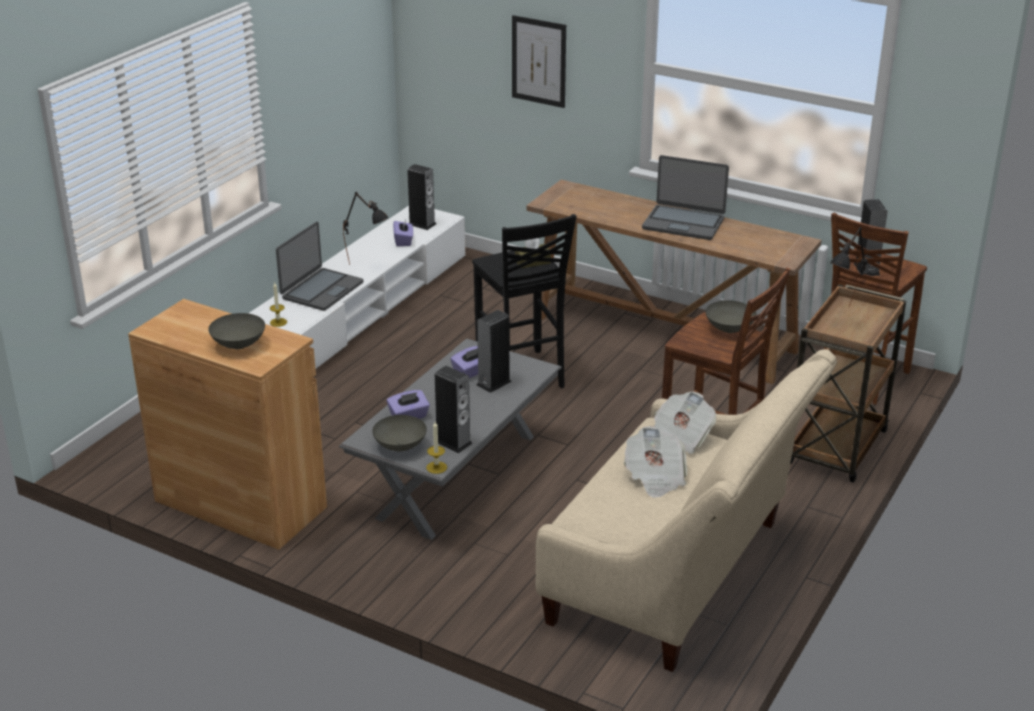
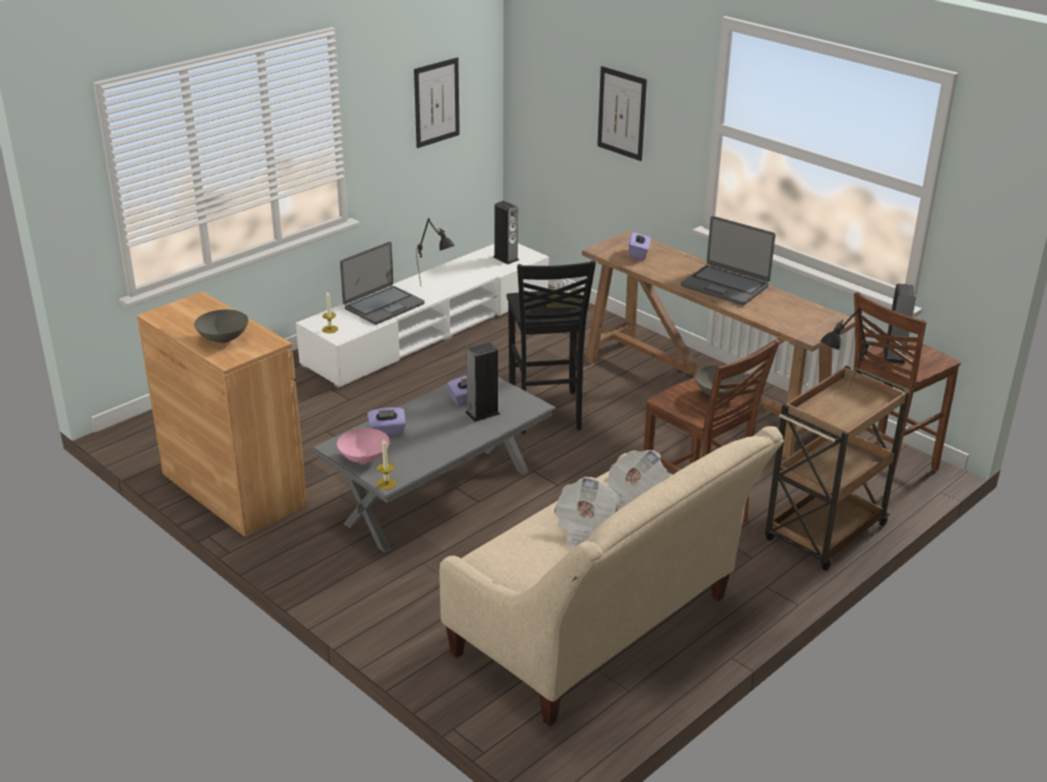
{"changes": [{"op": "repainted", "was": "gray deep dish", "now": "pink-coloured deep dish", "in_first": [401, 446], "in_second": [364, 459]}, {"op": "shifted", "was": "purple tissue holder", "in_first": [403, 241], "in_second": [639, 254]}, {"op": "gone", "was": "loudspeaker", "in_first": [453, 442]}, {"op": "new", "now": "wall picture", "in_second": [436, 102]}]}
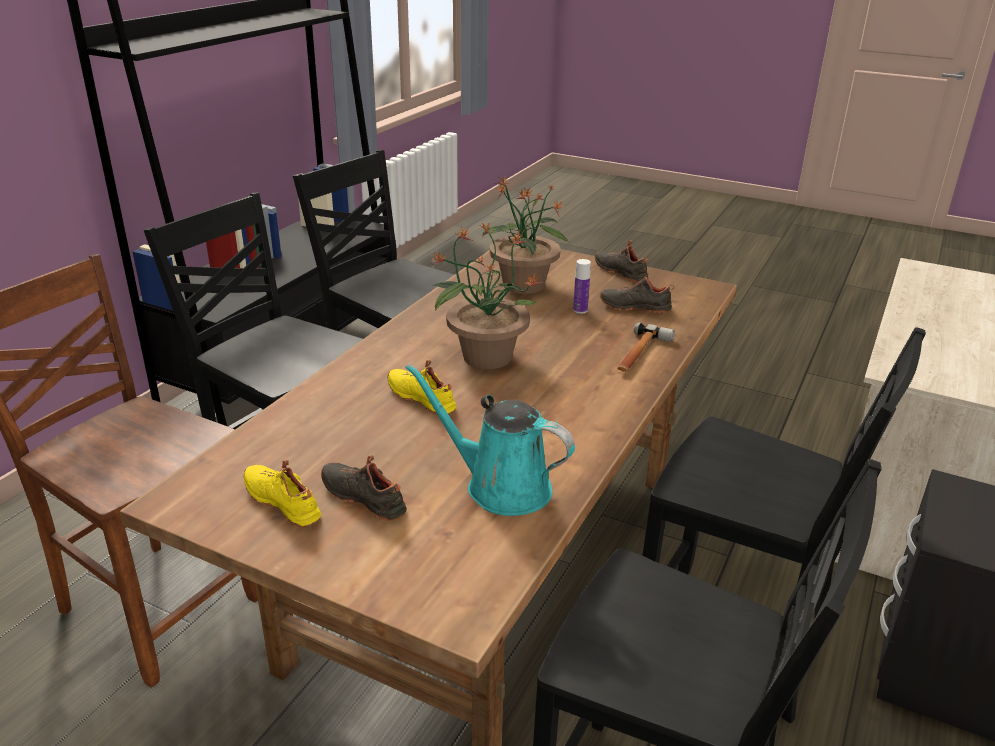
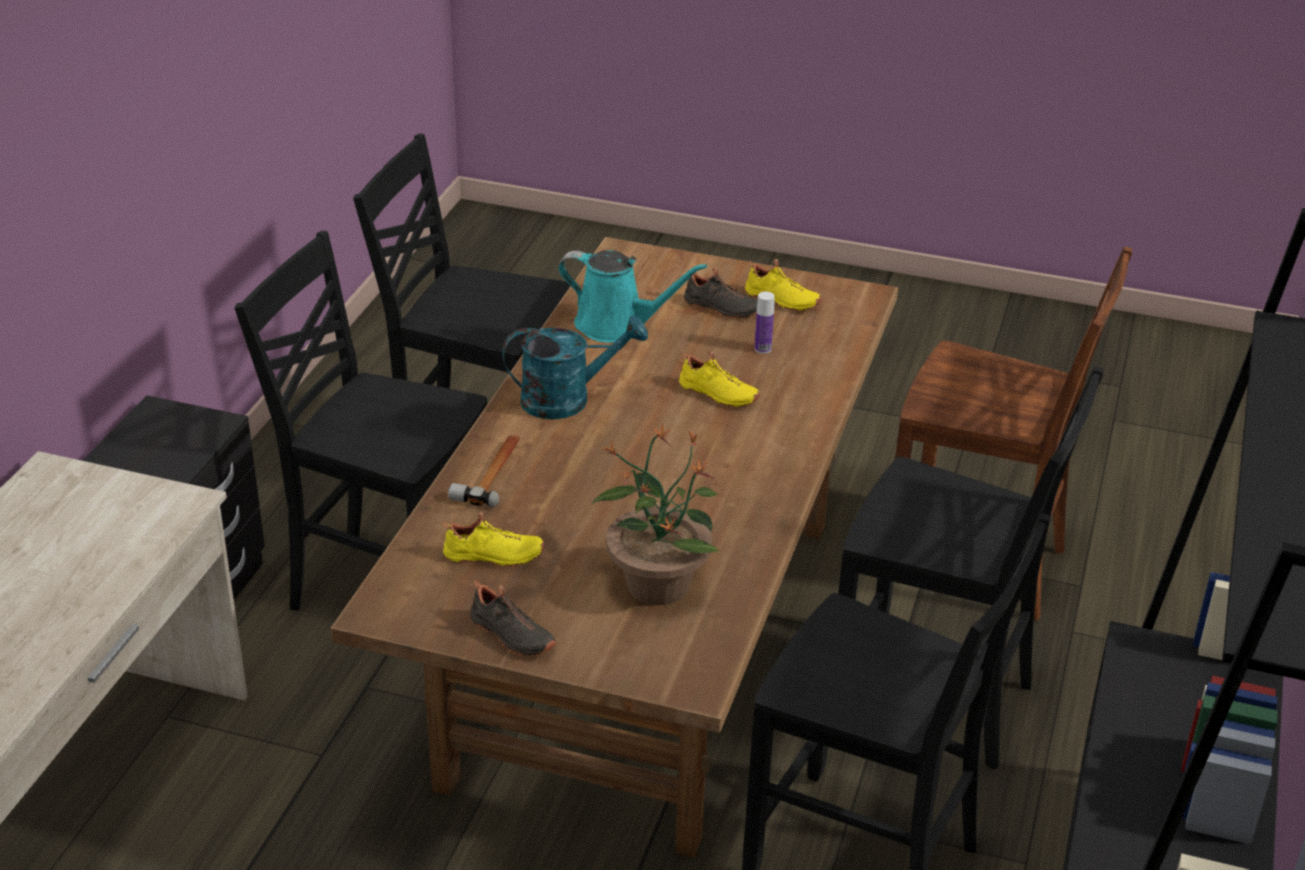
{"changes": [{"op": "gone", "was": "houseplant", "in_first": [486, 356]}, {"op": "shifted", "was": "bottle", "in_first": [580, 310], "in_second": [762, 349]}, {"op": "repainted", "was": "black-coloured shoe", "now": "yellow shoe", "in_first": [635, 306], "in_second": [493, 557]}, {"op": "new", "now": "blue-green sprinkling can", "in_second": [568, 399]}]}
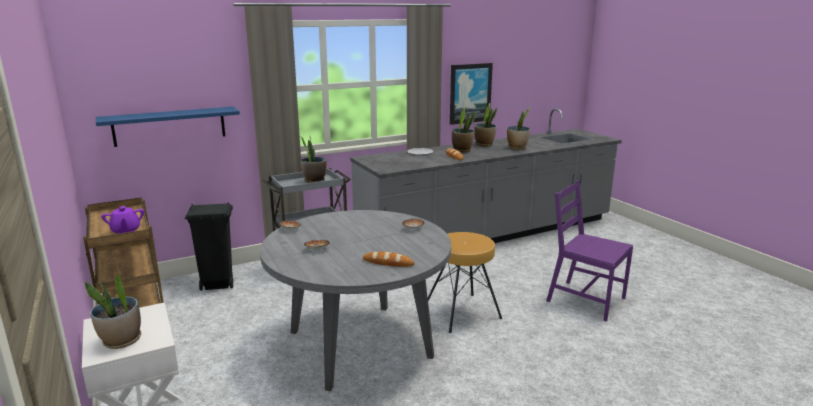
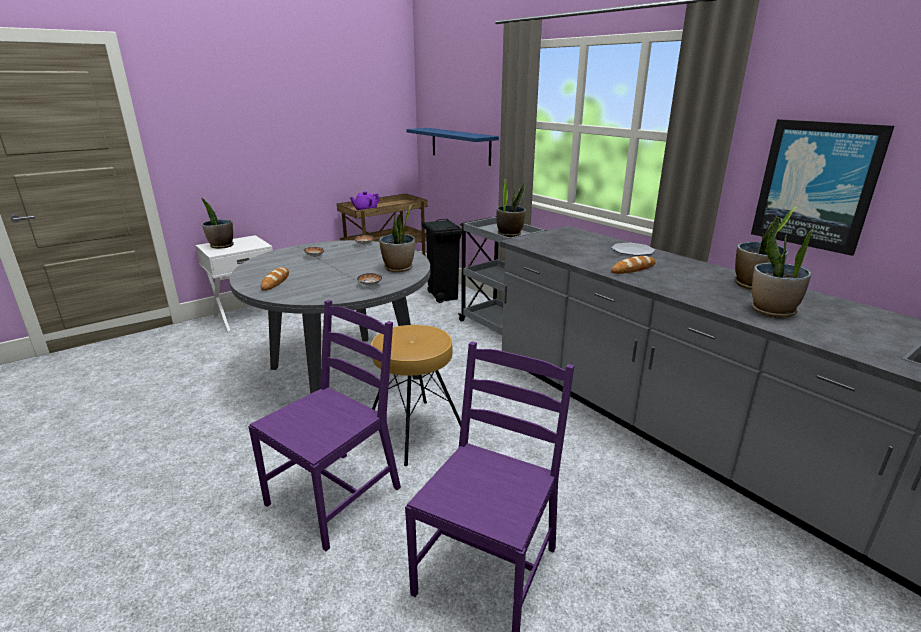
{"changes": [{"op": "shifted", "was": "houseplant", "in_first": [462, 150], "in_second": [398, 268]}, {"op": "new", "now": "purple chair", "in_second": [335, 495]}]}
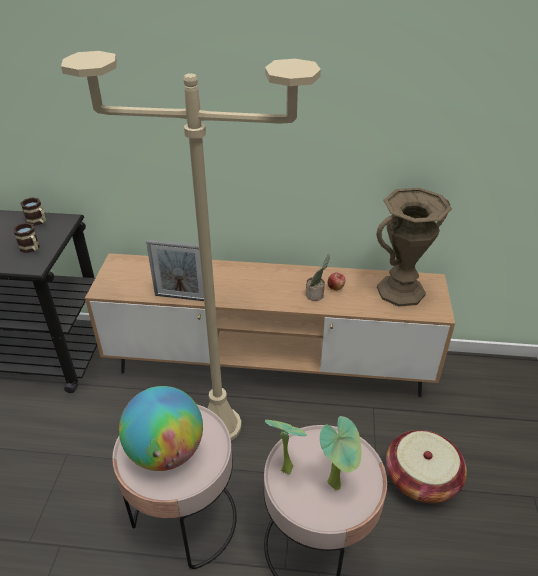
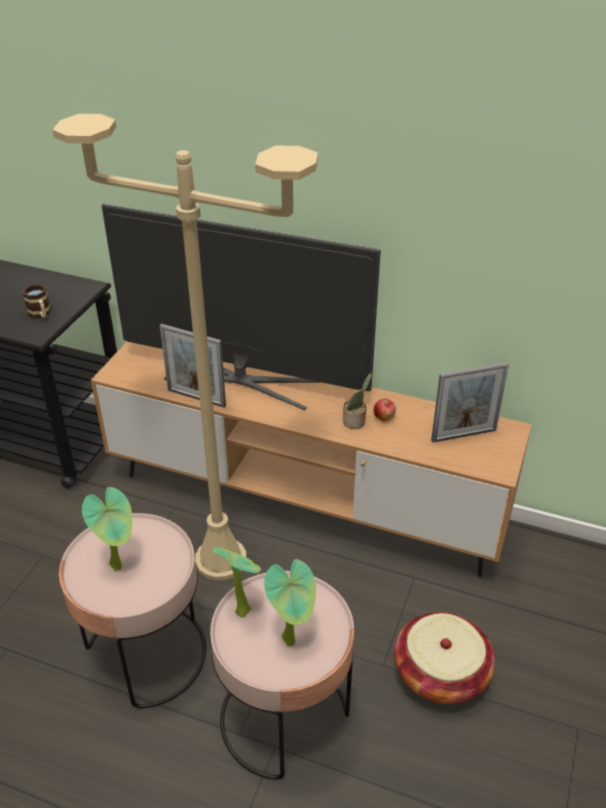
{"changes": [{"op": "gone", "was": "tea mug", "in_first": [38, 222]}, {"op": "swapped", "was": "desk globe", "now": "houseplant", "in_first": [166, 452], "in_second": [119, 565]}, {"op": "swapped", "was": "brown decorative vase", "now": "picture frame", "in_first": [400, 291], "in_second": [463, 435]}, {"op": "new", "now": "TV set", "in_second": [243, 379]}]}
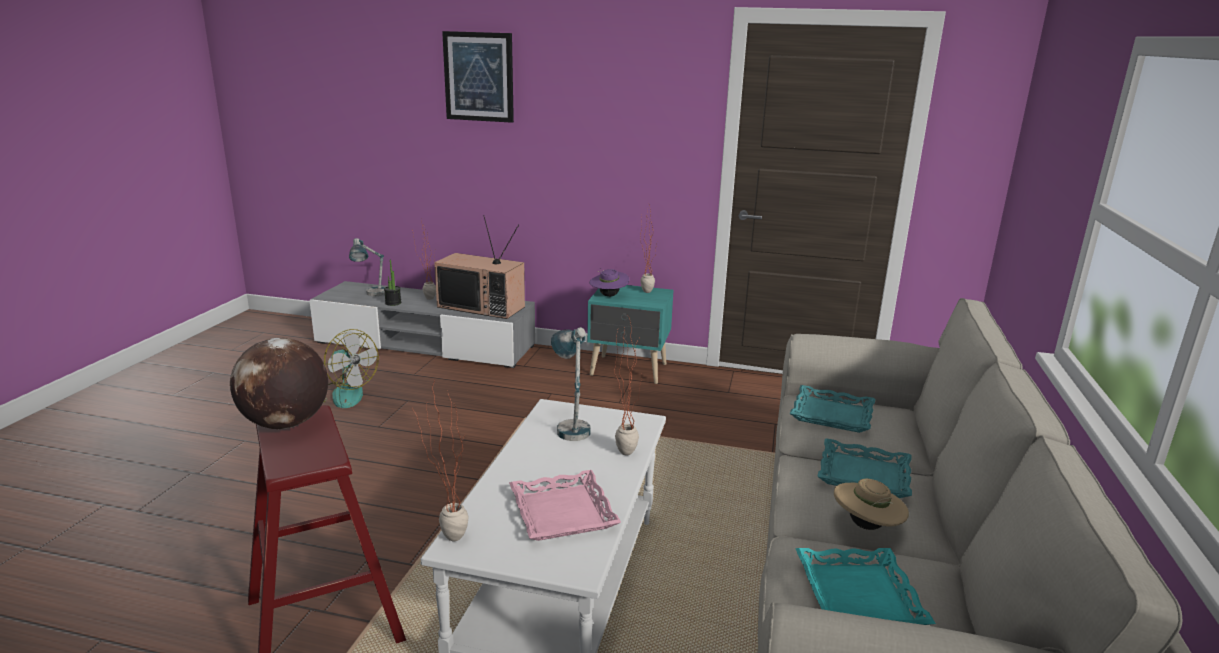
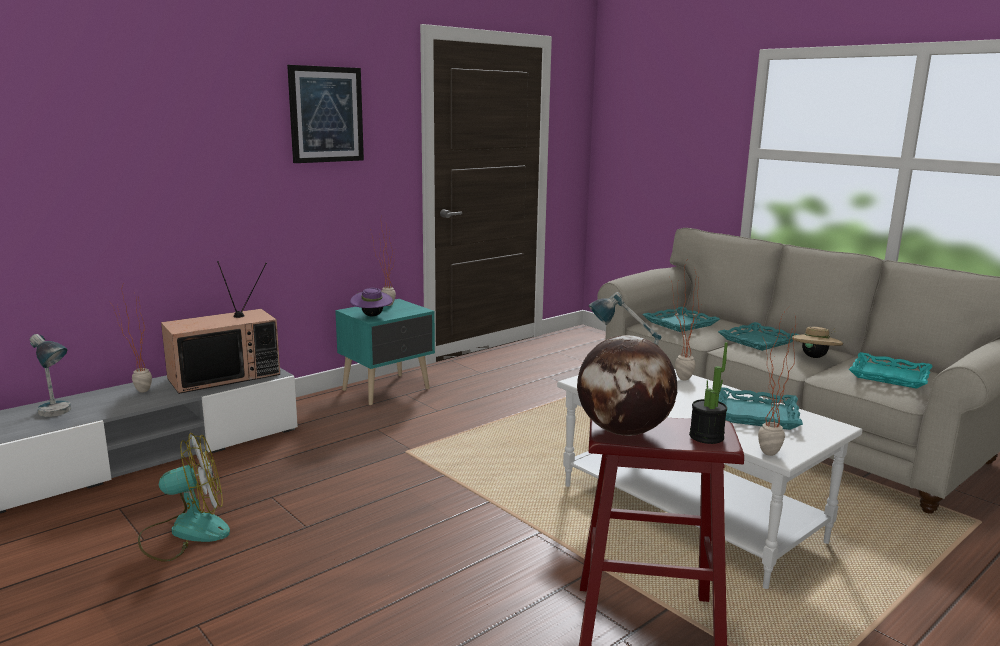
{"changes": [{"op": "shifted", "was": "houseplant", "in_first": [393, 303], "in_second": [706, 437]}, {"op": "shifted", "was": "wall picture", "in_first": [479, 77], "in_second": [326, 114]}, {"op": "repainted", "was": "pink-coloured serving tray", "now": "blue-green serving tray", "in_first": [563, 512], "in_second": [756, 414]}]}
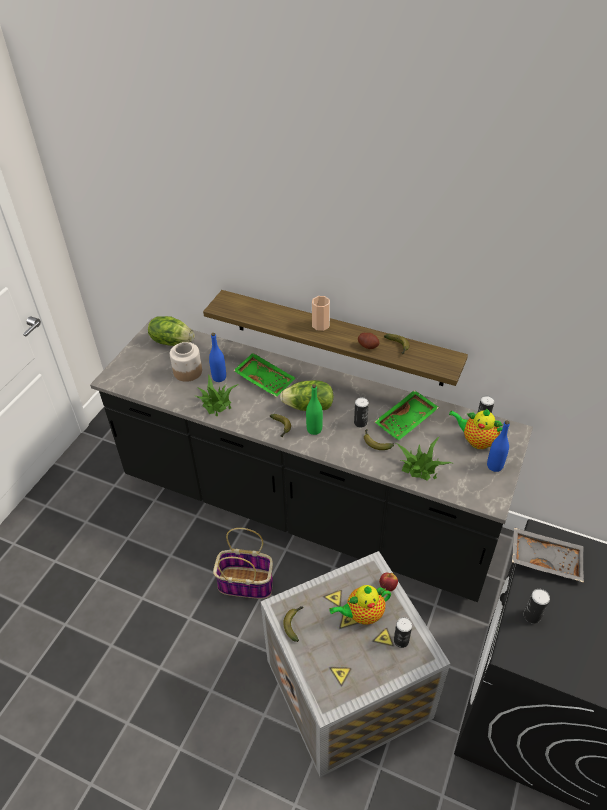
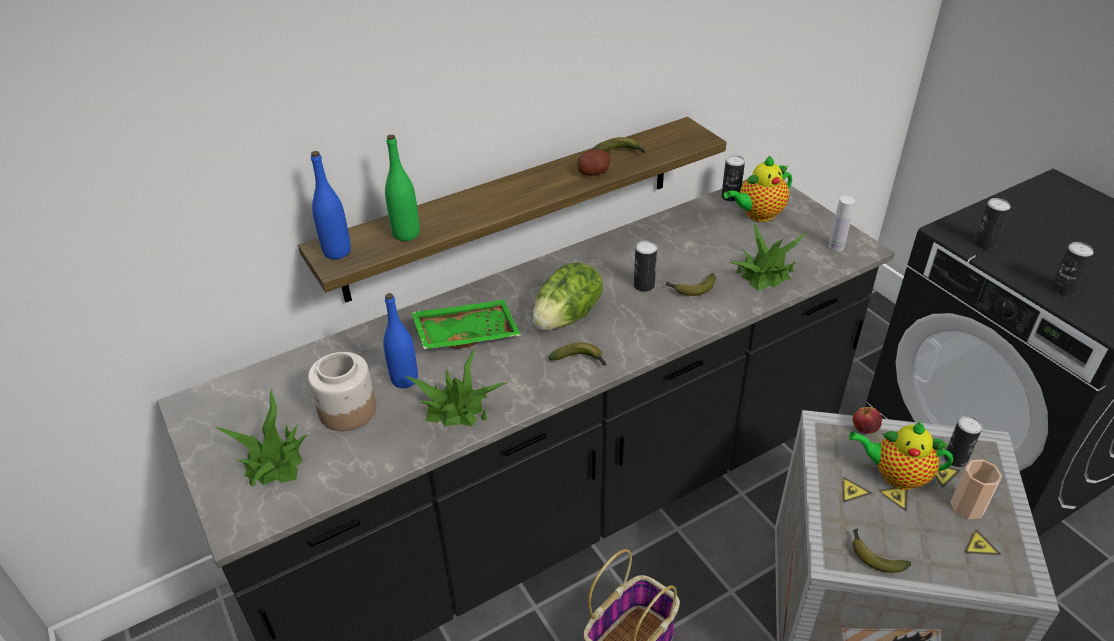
{"changes": [{"op": "gone", "was": "lettuce", "in_first": [172, 341]}, {"op": "shifted", "was": "greenish bottle", "in_first": [314, 429], "in_second": [406, 234]}, {"op": "shifted", "was": "small cup", "in_first": [320, 325], "in_second": [967, 506]}, {"op": "rotated", "was": "pot for tea", "in_first": [362, 614], "in_second": [896, 475], "clockwise": 90}, {"op": "gone", "was": "greenish serving tray", "in_first": [406, 421]}, {"op": "shifted", "was": "blue bottle", "in_first": [494, 466], "in_second": [337, 252]}, {"op": "swapped", "was": "gray serving tray", "now": "metal can", "in_first": [545, 558], "in_second": [984, 244]}, {"op": "new", "now": "houseplant", "in_second": [274, 459]}, {"op": "new", "now": "whitish bottle", "in_second": [836, 247]}]}
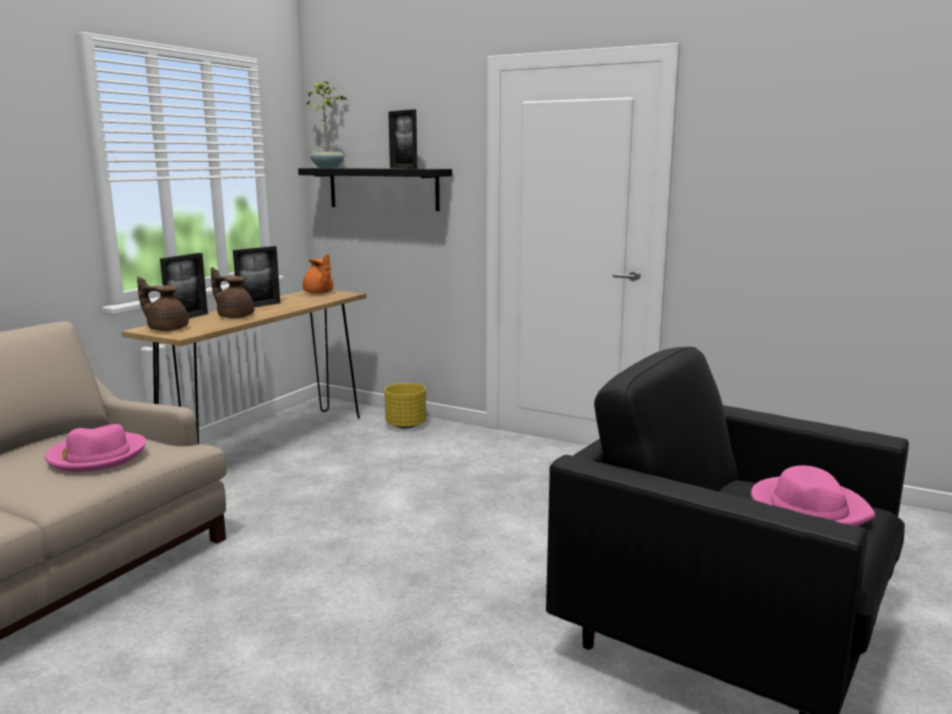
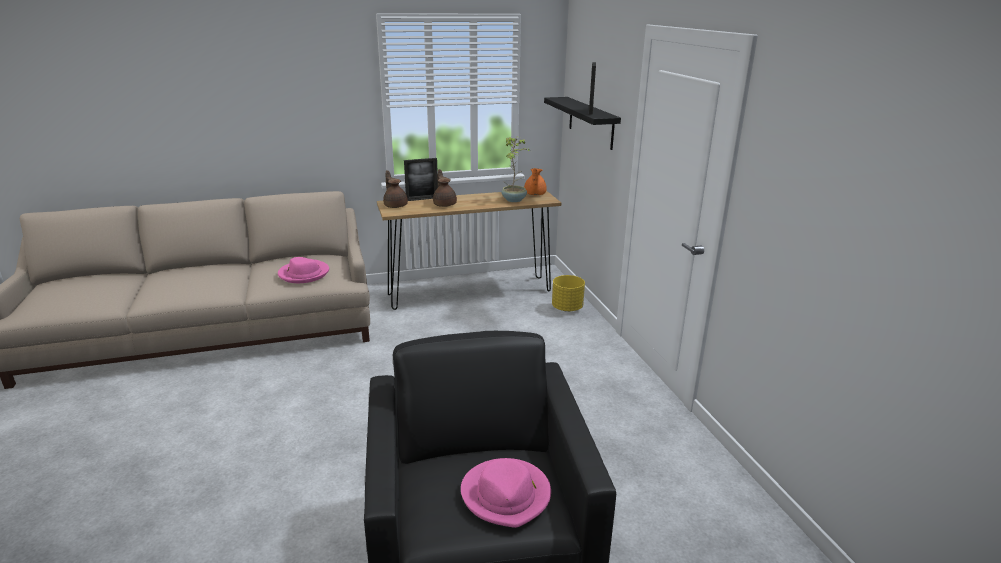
{"changes": [{"op": "gone", "was": "picture frame", "in_first": [259, 306]}, {"op": "shifted", "was": "houseplant", "in_first": [328, 167], "in_second": [514, 200]}]}
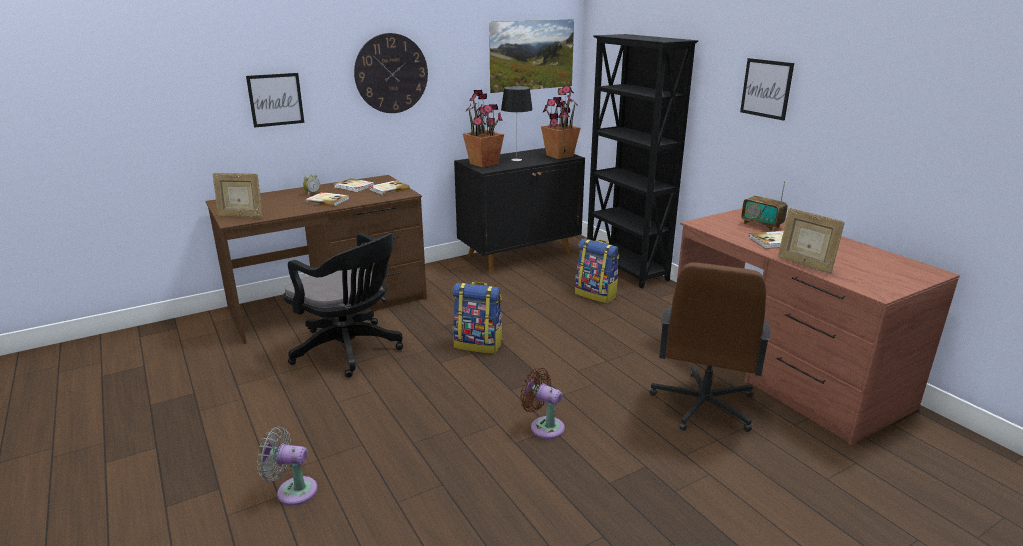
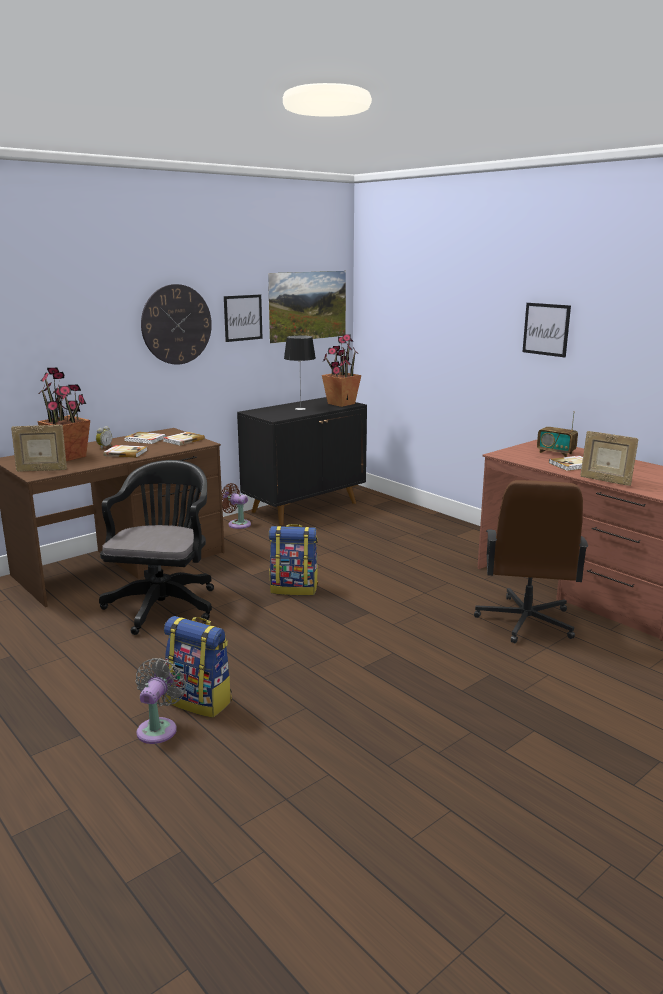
{"changes": [{"op": "shifted", "was": "wall picture", "in_first": [275, 99], "in_second": [243, 318]}, {"op": "rotated", "was": "gray electric fan", "in_first": [293, 491], "in_second": [159, 728], "clockwise": 105}, {"op": "rotated", "was": "black-coloured desk chair", "in_first": [350, 350], "in_second": [164, 604], "clockwise": -105}, {"op": "shifted", "was": "houseplant", "in_first": [484, 164], "in_second": [68, 457]}, {"op": "shifted", "was": "brown electric fan", "in_first": [544, 426], "in_second": [237, 524]}, {"op": "shifted", "was": "knapsack", "in_first": [596, 295], "in_second": [200, 701]}, {"op": "gone", "was": "black-coloured bookshelf", "in_first": [626, 269]}]}
